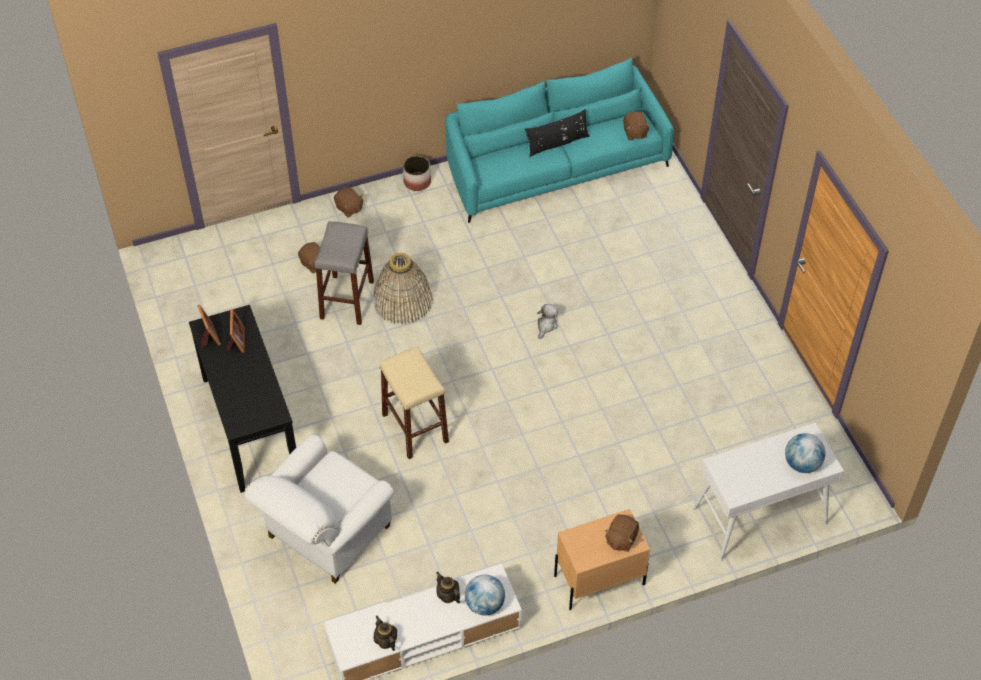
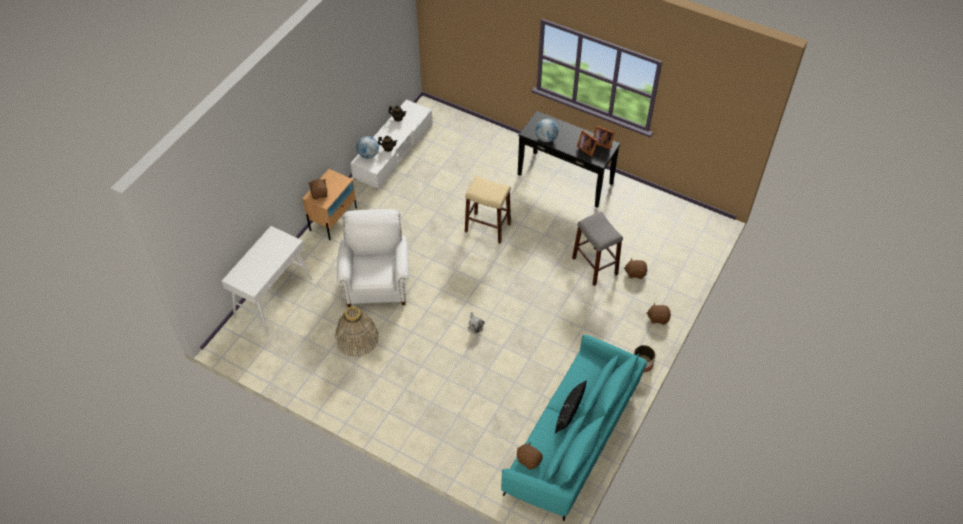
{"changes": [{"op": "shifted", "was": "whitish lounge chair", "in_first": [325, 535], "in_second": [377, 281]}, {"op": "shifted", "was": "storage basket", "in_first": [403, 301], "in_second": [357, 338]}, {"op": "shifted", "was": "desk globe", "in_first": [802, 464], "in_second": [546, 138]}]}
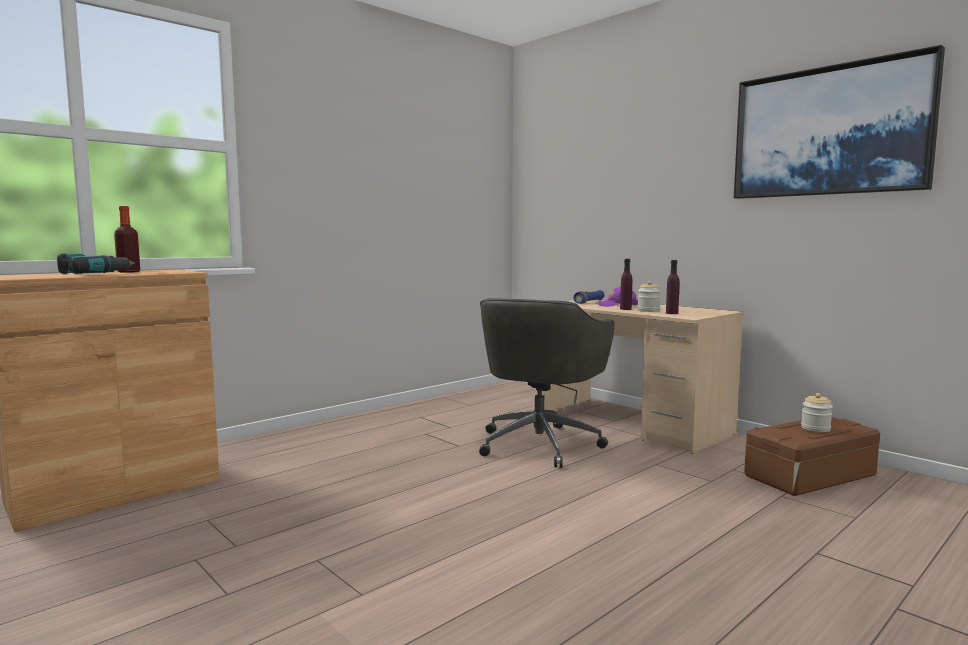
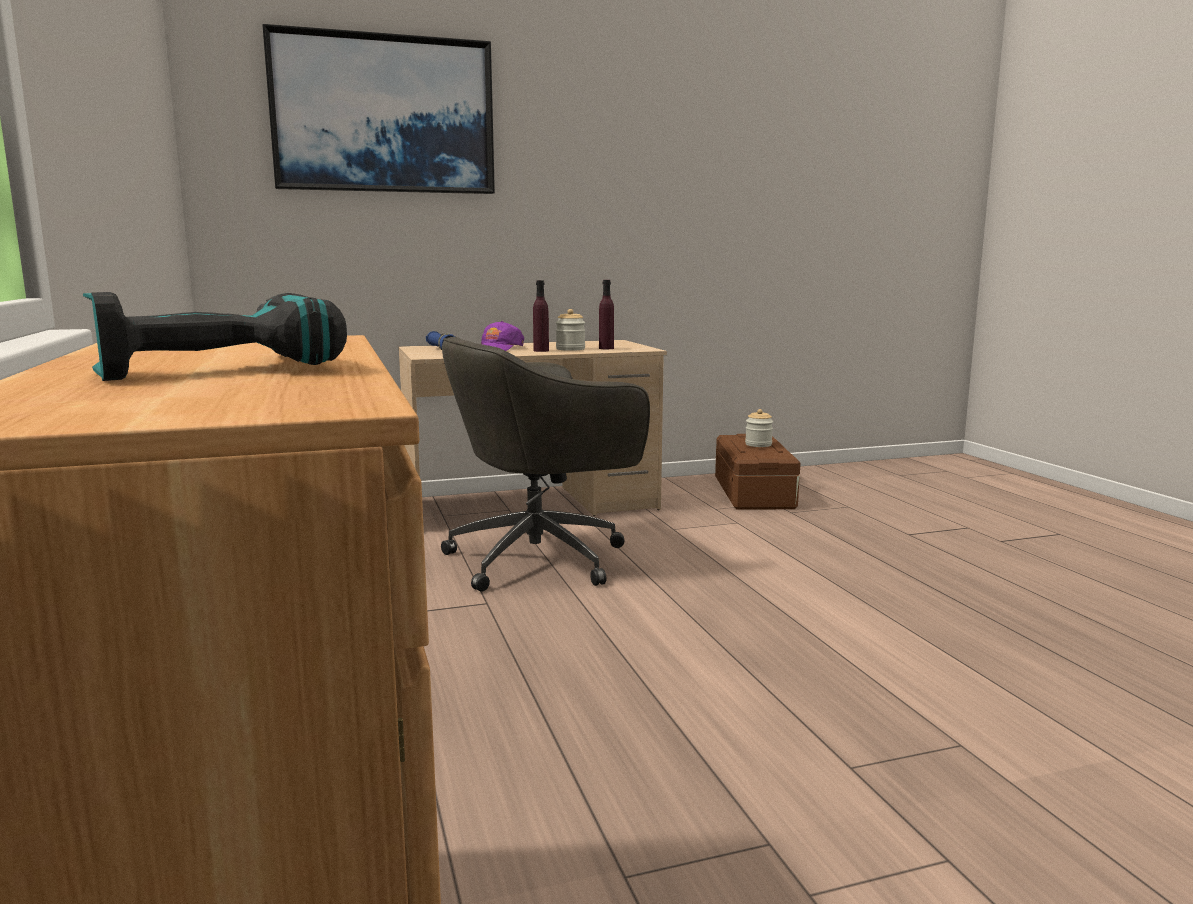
{"changes": [{"op": "gone", "was": "bottle", "in_first": [128, 272]}, {"op": "rotated", "was": "gray desk chair", "in_first": [540, 443], "in_second": [542, 558], "clockwise": 105}, {"op": "shifted", "was": "wall picture", "in_first": [829, 131], "in_second": [384, 115]}]}
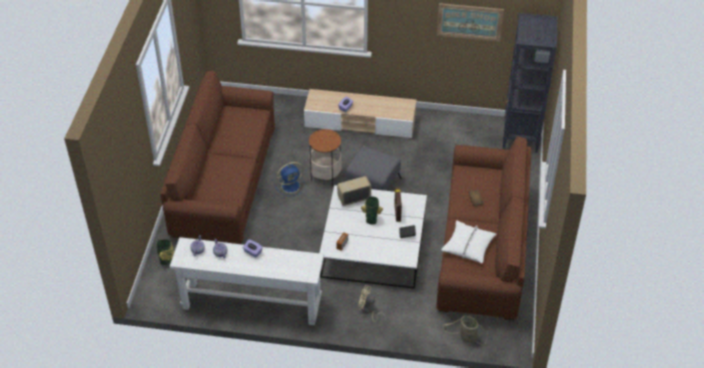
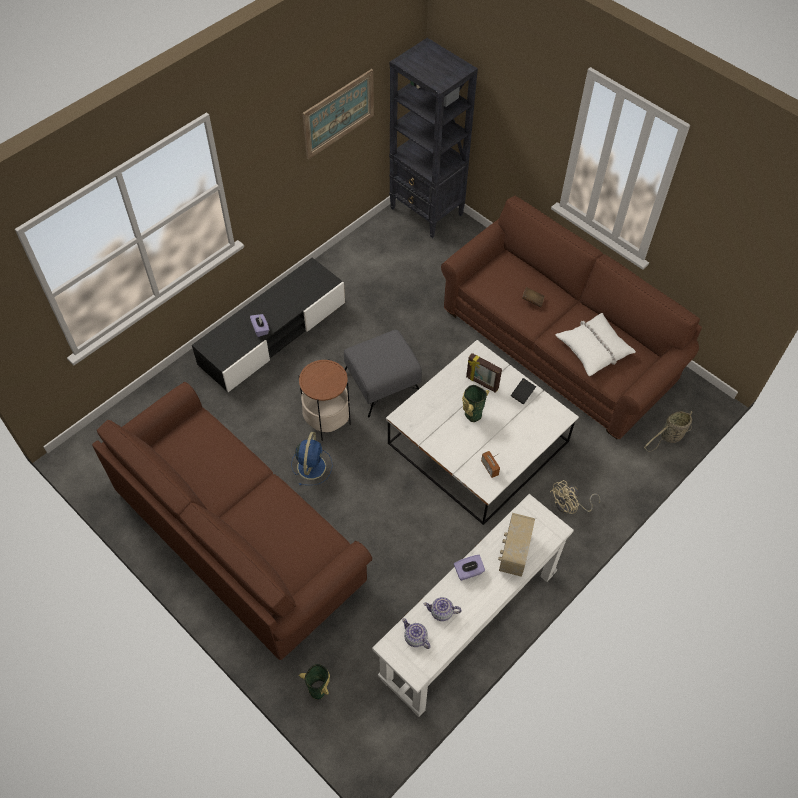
{"changes": [{"op": "repainted", "was": "sand-coloured media console", "now": "black-coloured media console", "in_first": [360, 122], "in_second": [273, 334]}, {"op": "shifted", "was": "radio receiver", "in_first": [354, 198], "in_second": [513, 552]}]}
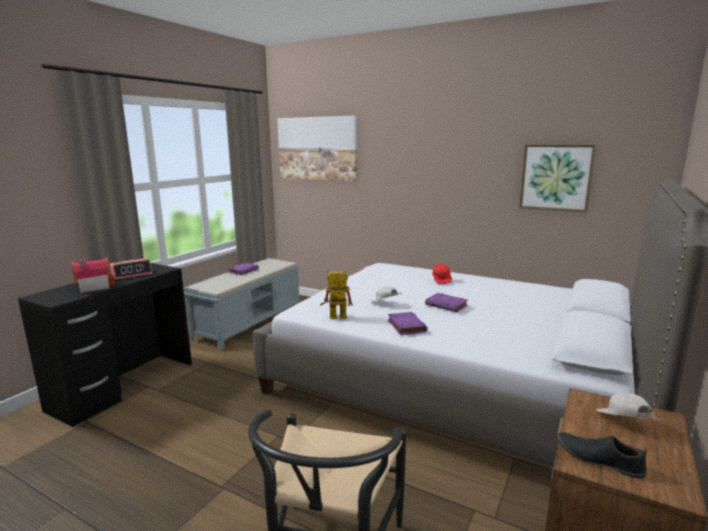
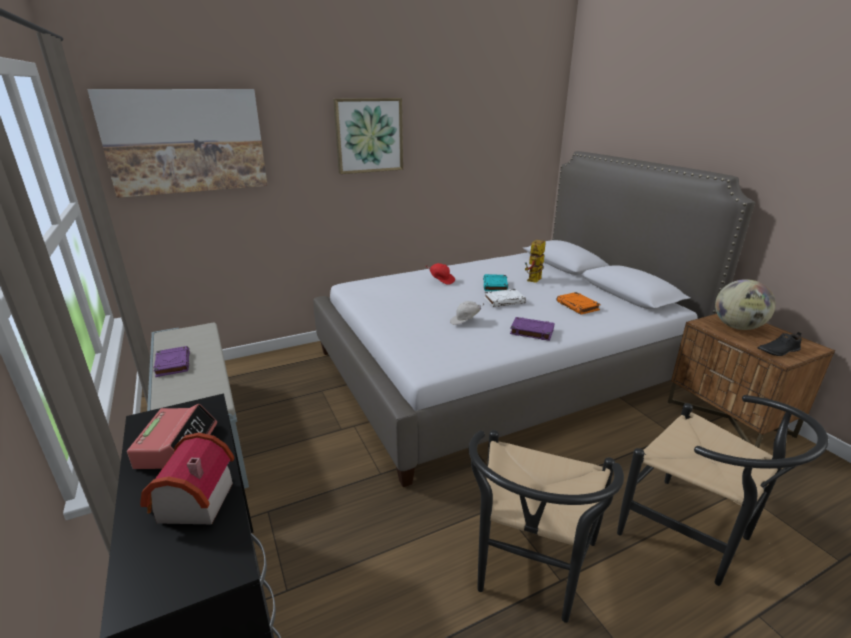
{"changes": [{"op": "shifted", "was": "model robot", "in_first": [333, 317], "in_second": [534, 281]}, {"op": "repainted", "was": "purple volume", "now": "whitish volume", "in_first": [447, 305], "in_second": [504, 300]}, {"op": "shifted", "was": "wall picture", "in_first": [556, 177], "in_second": [369, 135]}, {"op": "swapped", "was": "whitish cap", "now": "desk globe", "in_first": [622, 422], "in_second": [737, 327]}, {"op": "new", "now": "black-coloured chair", "in_second": [528, 571]}, {"op": "new", "now": "blue-green volume", "in_second": [495, 285]}, {"op": "new", "now": "orangey volume", "in_second": [578, 306]}]}
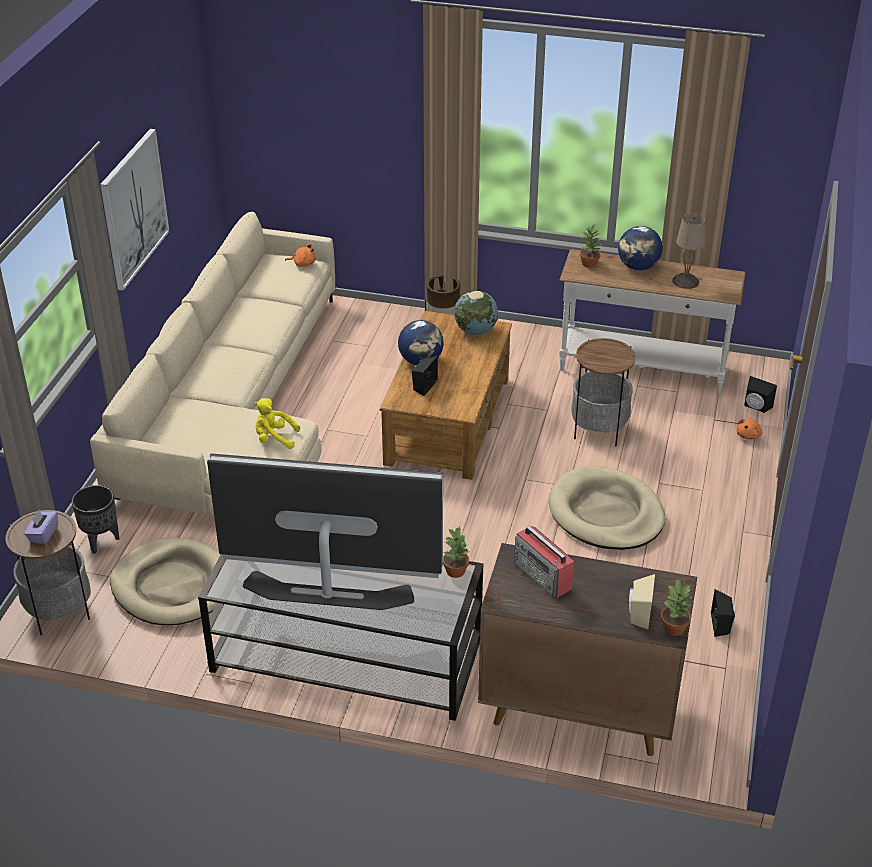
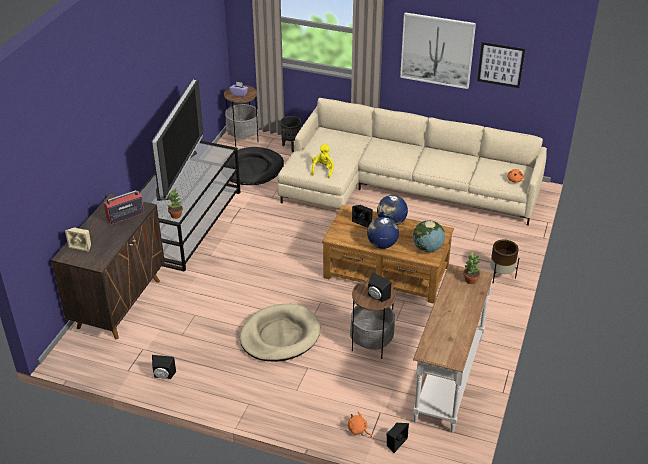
{"changes": [{"op": "repainted", "was": "sand-coloured dog bed", "now": "black-coloured dog bed", "in_first": [172, 586], "in_second": [252, 169]}, {"op": "shifted", "was": "desk globe", "in_first": [638, 267], "in_second": [382, 245]}, {"op": "gone", "was": "houseplant", "in_first": [674, 627]}, {"op": "gone", "was": "sand-coloured lamp for a table", "in_first": [685, 281]}, {"op": "new", "now": "black-coloured loudspeaker", "in_second": [377, 297]}, {"op": "new", "now": "wall picture", "in_second": [500, 64]}]}
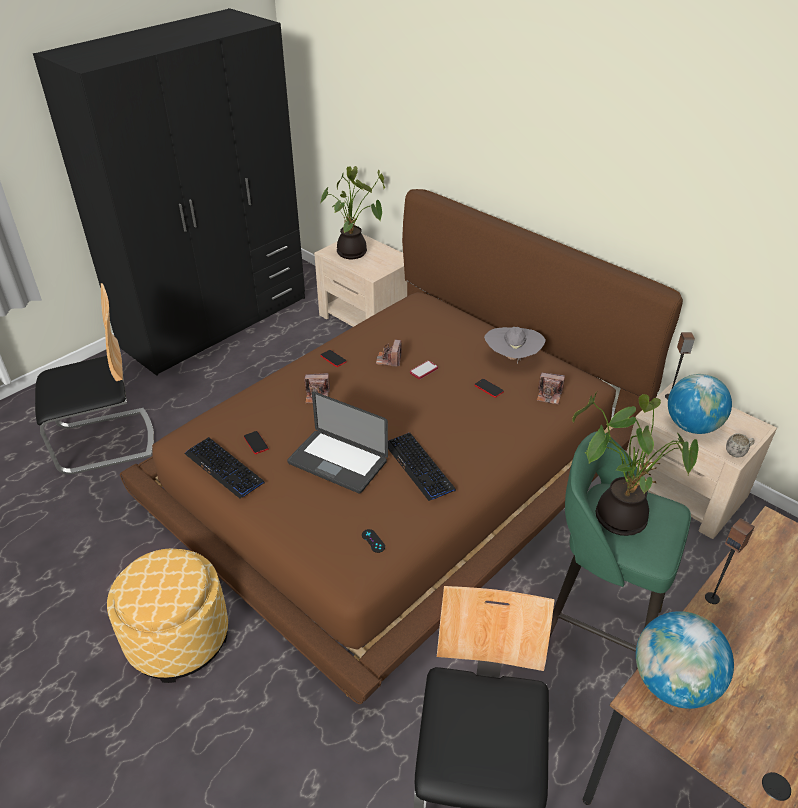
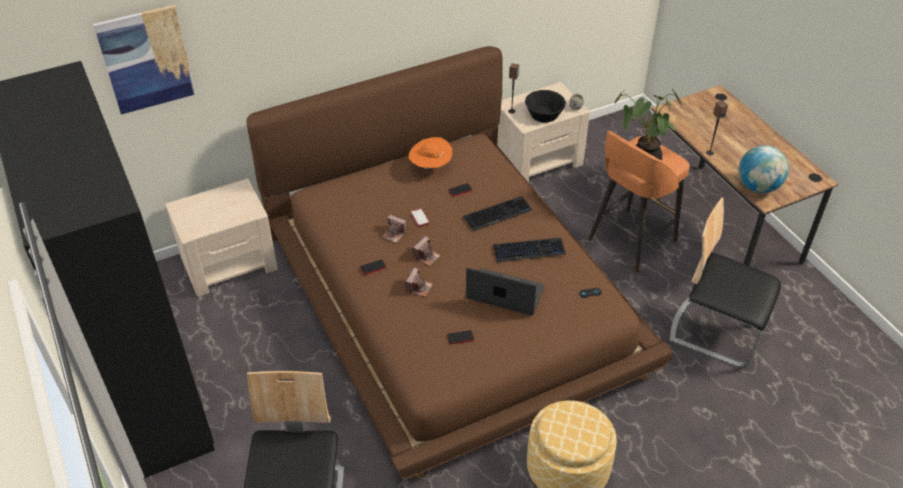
{"changes": [{"op": "shifted", "was": "computer keyboard", "in_first": [224, 468], "in_second": [497, 214]}, {"op": "rotated", "was": "notebook computer", "in_first": [337, 462], "in_second": [505, 293], "clockwise": -120}, {"op": "gone", "was": "houseplant", "in_first": [354, 253]}, {"op": "repainted", "was": "gray clothing hat", "now": "orangey clothing hat", "in_first": [512, 358], "in_second": [430, 167]}, {"op": "shifted", "was": "photo camera", "in_first": [549, 395], "in_second": [426, 256]}, {"op": "repainted", "was": "greenish stool", "now": "orangey stool", "in_first": [597, 626], "in_second": [630, 241]}, {"op": "swapped", "was": "desk globe", "now": "black-coloured deep dish", "in_first": [691, 426], "in_second": [544, 114]}, {"op": "new", "now": "wall picture", "in_second": [146, 59]}]}
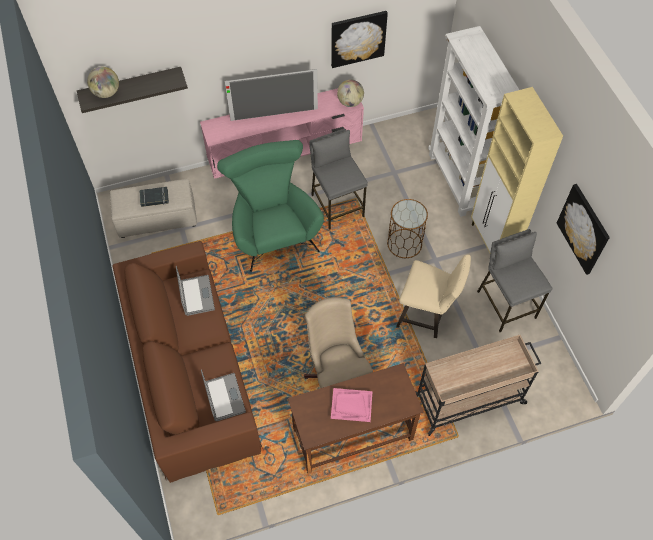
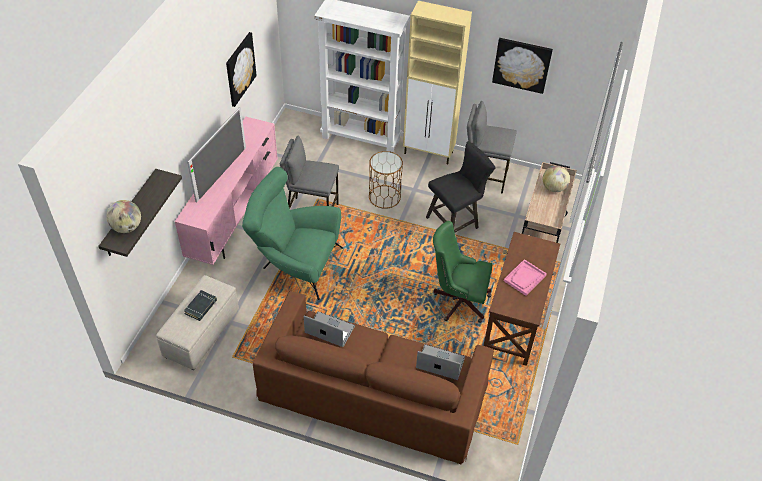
{"changes": [{"op": "repainted", "was": "sand-coloured desk chair", "now": "greenish desk chair", "in_first": [336, 373], "in_second": [458, 300]}, {"op": "shifted", "was": "desk globe", "in_first": [350, 102], "in_second": [553, 188]}, {"op": "repainted", "was": "sand-coloured stool", "now": "black-coloured stool", "in_first": [427, 316], "in_second": [455, 222]}]}
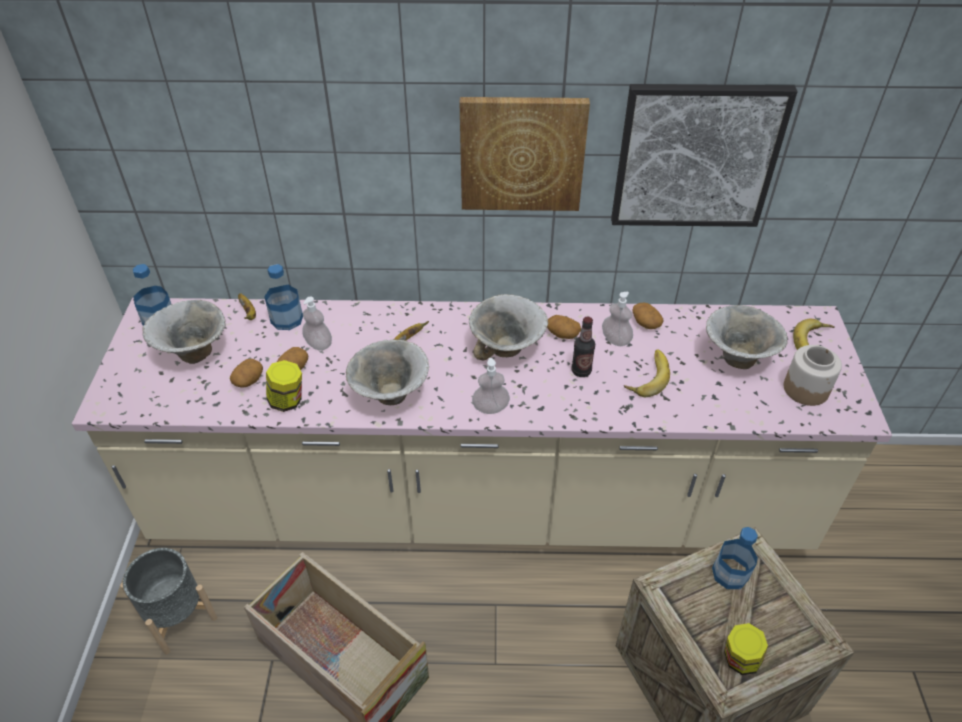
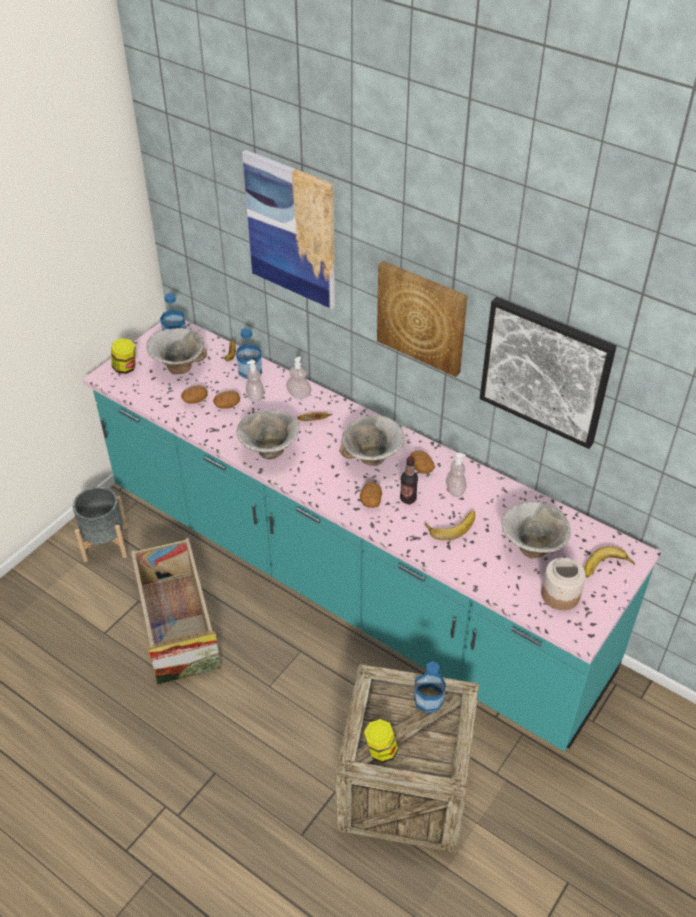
{"changes": [{"op": "repainted", "was": "sand-coloured kitchen base unit", "now": "blue-green kitchen base unit", "in_first": [481, 502], "in_second": [348, 579]}, {"op": "shifted", "was": "preserve jar", "in_first": [287, 401], "in_second": [125, 368]}, {"op": "shifted", "was": "liquid soap bottle", "in_first": [490, 408], "in_second": [299, 394]}, {"op": "shifted", "was": "whole potato", "in_first": [645, 322], "in_second": [370, 500]}, {"op": "new", "now": "wall picture", "in_second": [291, 230]}]}
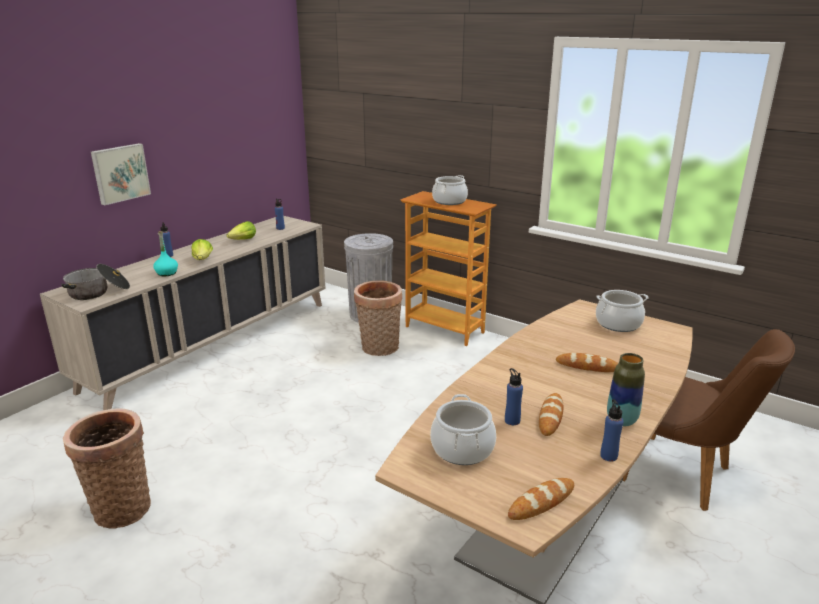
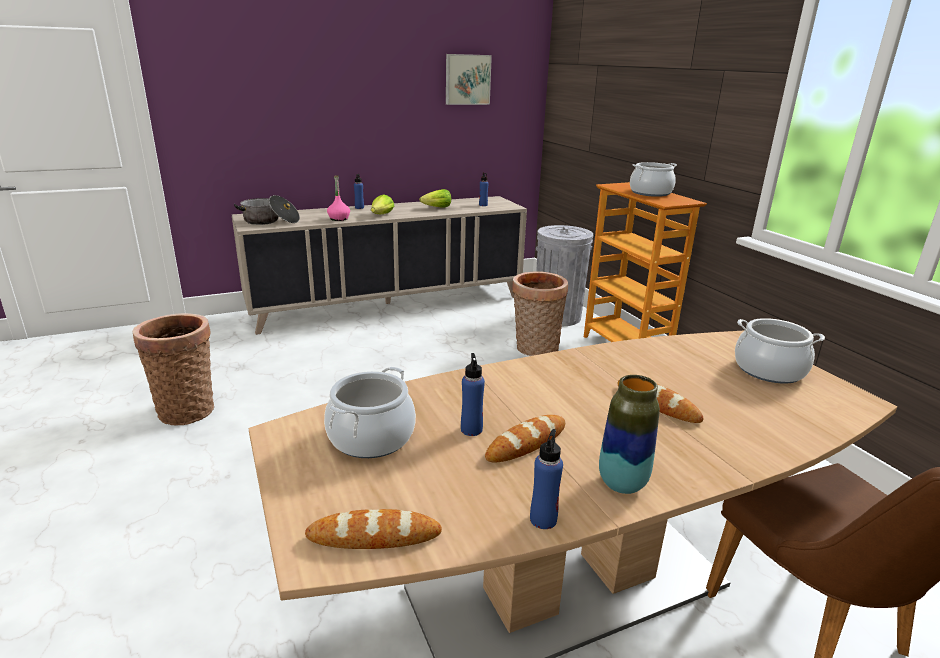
{"changes": [{"op": "shifted", "was": "wall picture", "in_first": [120, 173], "in_second": [467, 79]}, {"op": "repainted", "was": "blue-green bottle", "now": "pink-coloured bottle", "in_first": [166, 273], "in_second": [339, 219]}]}
